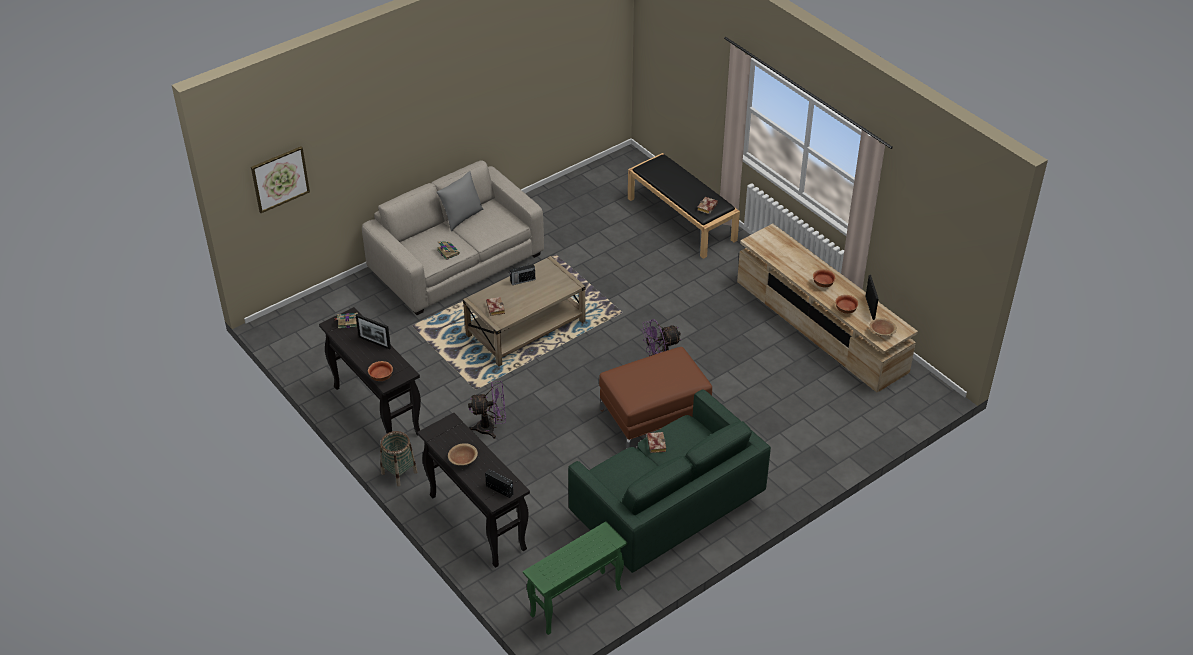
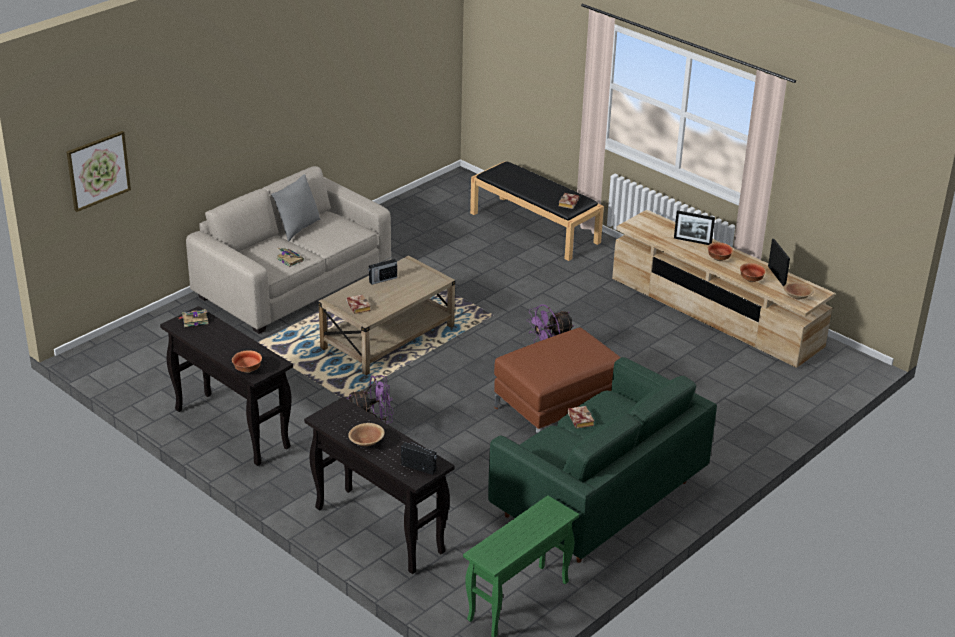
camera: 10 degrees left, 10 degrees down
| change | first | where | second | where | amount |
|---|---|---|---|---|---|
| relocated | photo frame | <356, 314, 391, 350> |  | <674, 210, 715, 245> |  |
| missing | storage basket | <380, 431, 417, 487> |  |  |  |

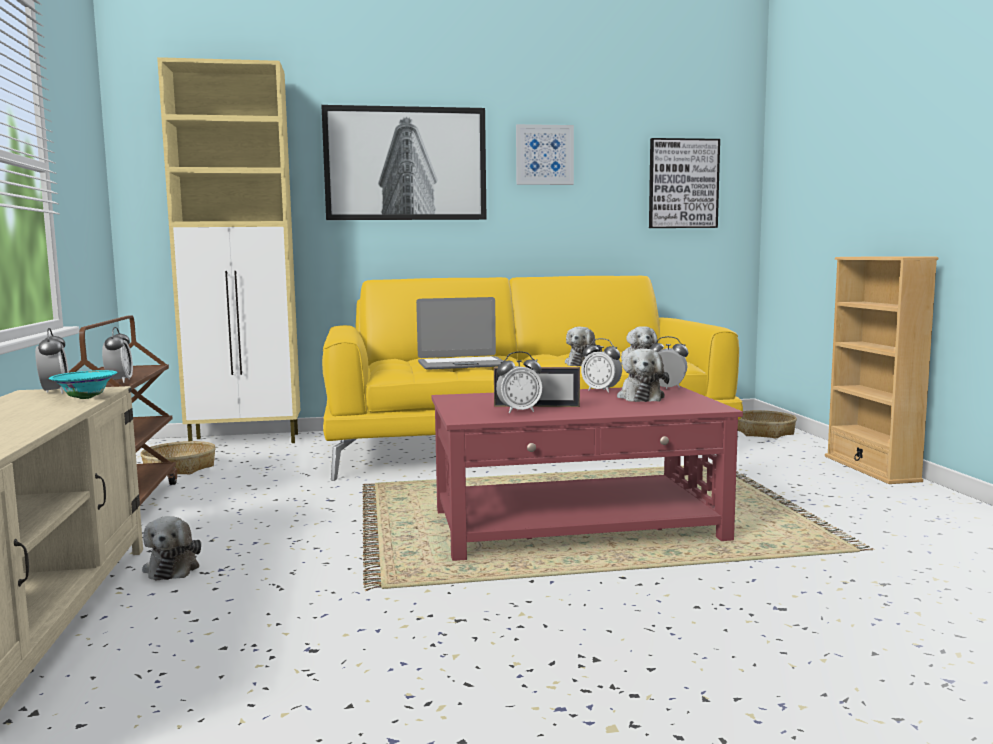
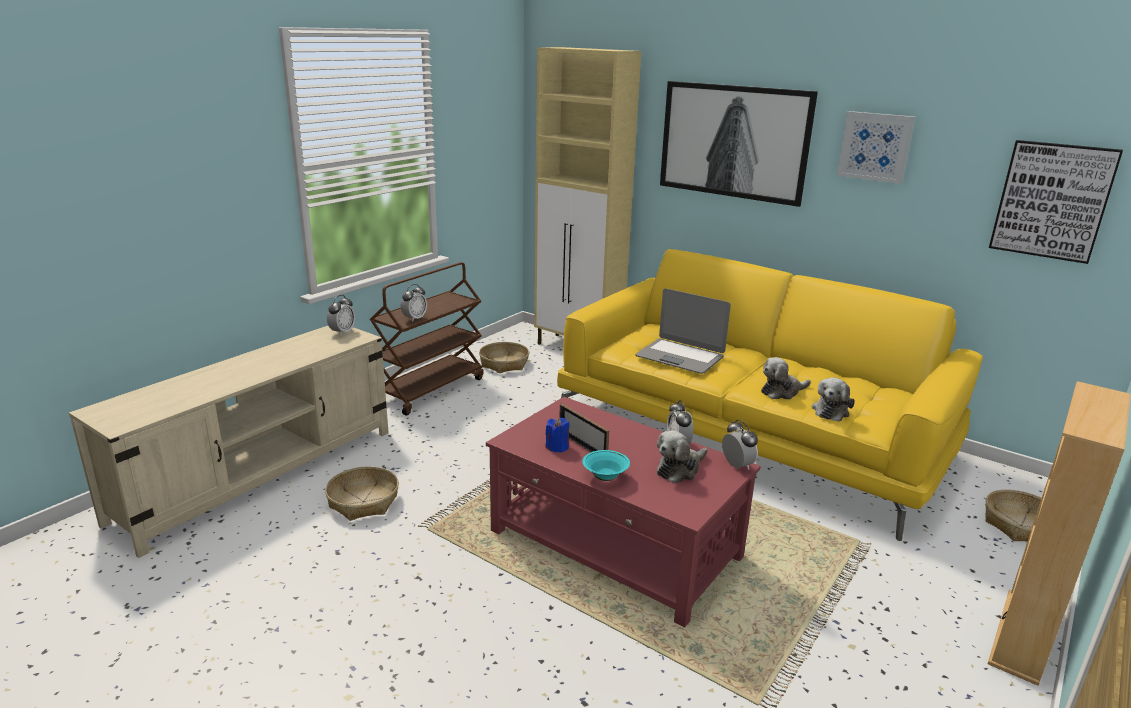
camera: 45 degrees right, 15 degrees up
| change | first | where | second | where | amount |
|---|---|---|---|---|---|
| appeared |  |  | storage basket | <325, 466, 399, 521> |  |
| exchanged | bedside clock | <496, 351, 542, 414> | blue-coloured candle | <545, 417, 569, 453> |  |
| relocated | blue-green deep dish | <49, 370, 117, 399> |  | <582, 450, 630, 481> |  |
| missing | soft toy | <142, 516, 201, 581> |  |  |  |

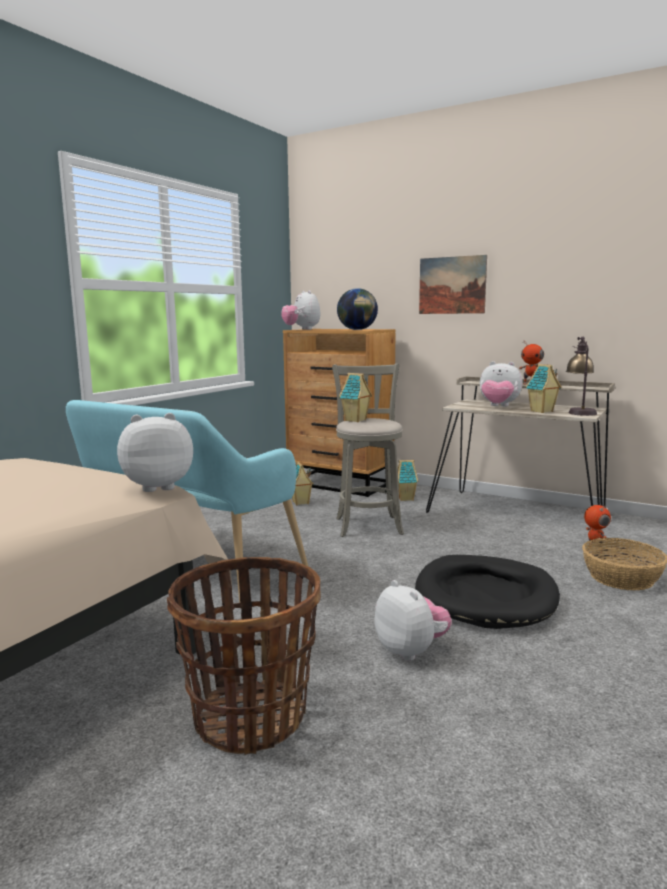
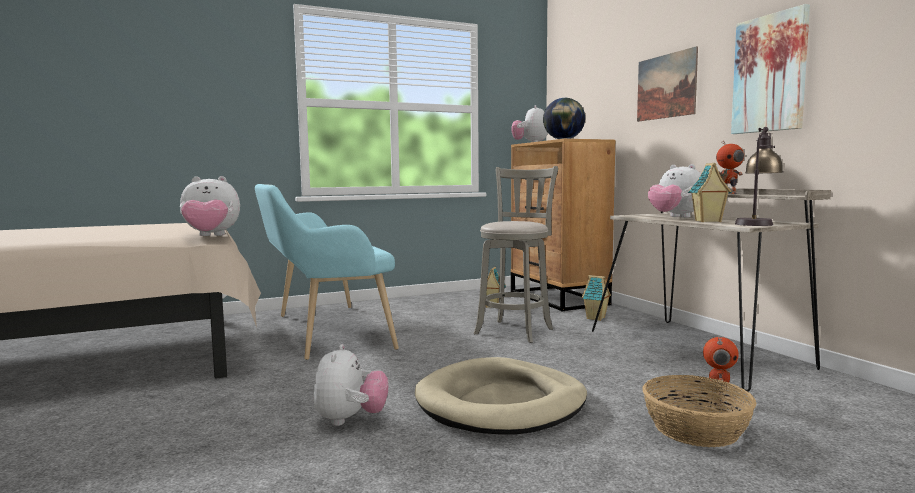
camera: 35 degrees right, 5 degrees down
| change | first | where | second | where | amount |
|---|---|---|---|---|---|
| spun | soft toy | <117, 413, 193, 492> |  | <180, 176, 240, 236> | 150 degrees clockwise |
| colour | black-coloured dog cushion | <415, 555, 560, 629> | beige dog cushion | <415, 357, 587, 435> |  |
| appeared |  |  | wall art | <731, 4, 810, 134> |  |
| missing | storage basket | <167, 557, 321, 755> |  |  |  |
| missing | model house | <339, 373, 372, 422> |  |  |  |

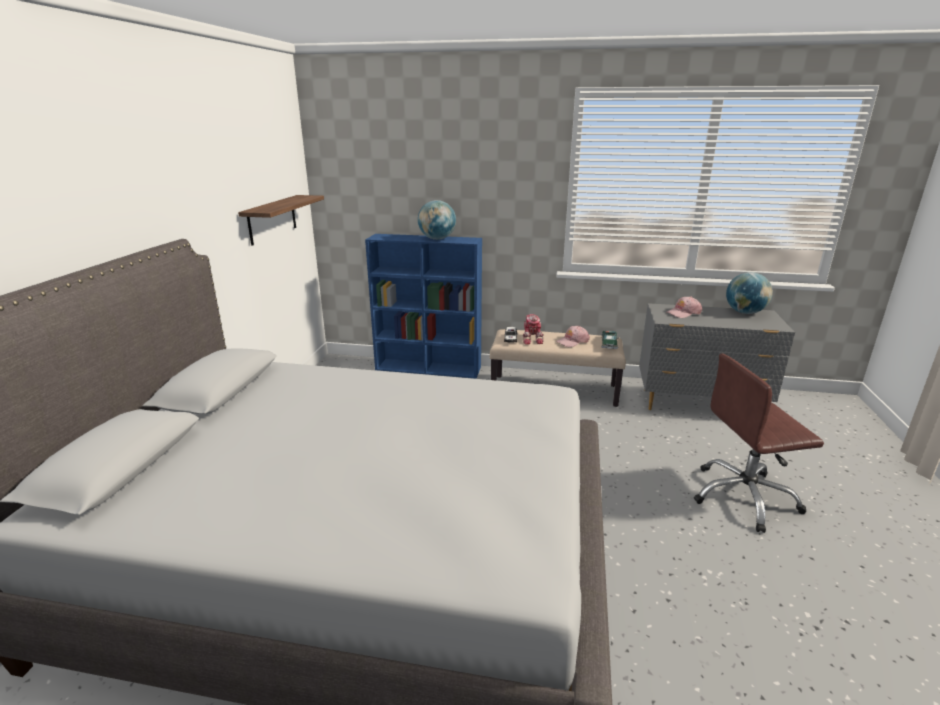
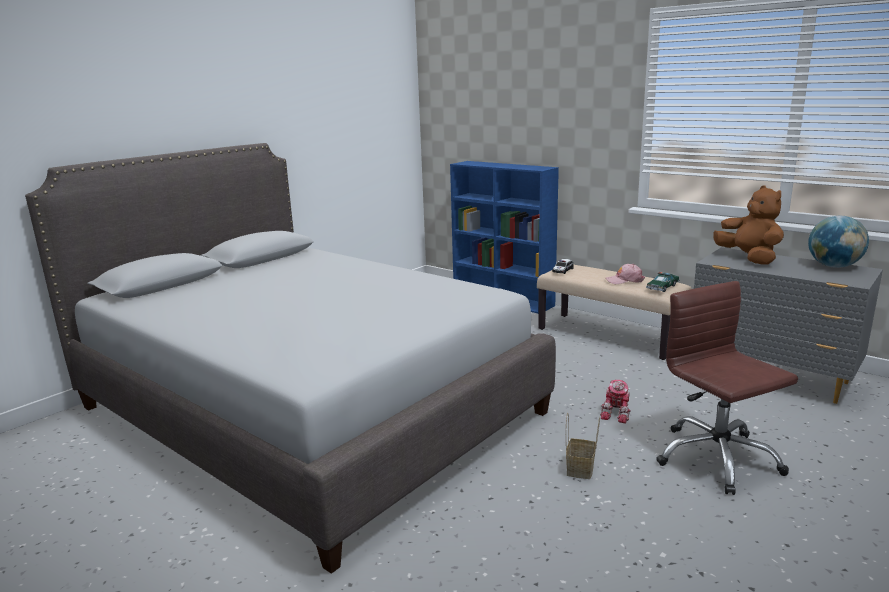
camera: 30 degrees right, 5 degrees down
| change | first | where | second | where | amount |
|---|---|---|---|---|---|
| appeared |  |  | storage basket | <566, 413, 600, 479> |  |
| relocated | robot figure | <523, 314, 544, 345> |  | <600, 380, 630, 423> |  |
| spun | brownish computer chair | <694, 353, 824, 533> |  | <656, 281, 798, 495> | 45 degrees clockwise |
| exchanged | pinkish peaked cap | <666, 296, 702, 318> | brownish soft toy | <713, 185, 784, 265> |  |
| missing | bracket shelf | <238, 195, 324, 246> |  |  |  |
| missing | globe | <418, 200, 456, 240> |  |  |  |

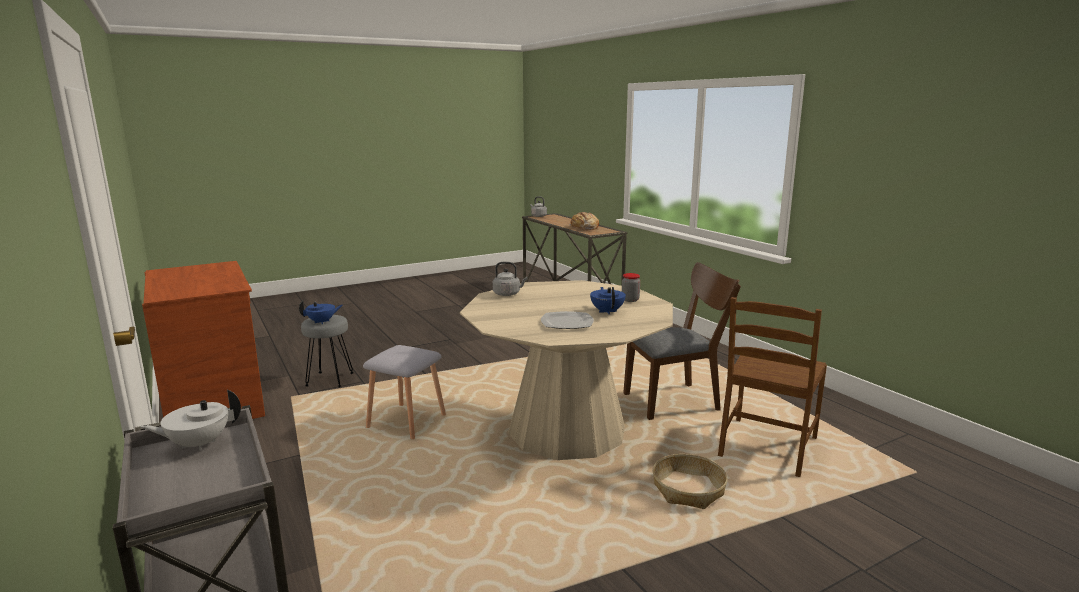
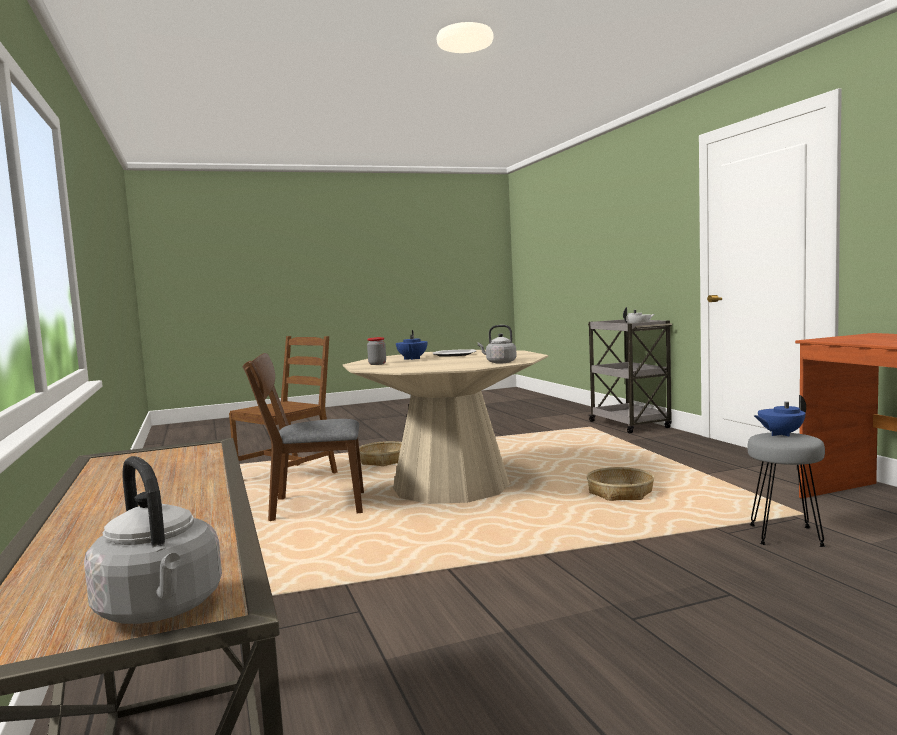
camera: 170 degrees left, 10 degrees down
| change | first | where | second | where | amount |
|---|---|---|---|---|---|
| exchanged | greyish stool seat | <363, 345, 446, 439> | storage basket | <587, 467, 654, 501> |  |
| missing | baked bread | <569, 212, 599, 230> |  |  |  |

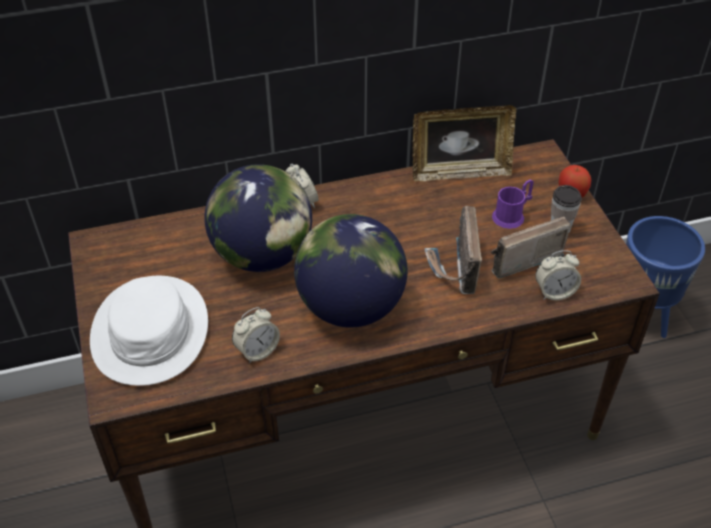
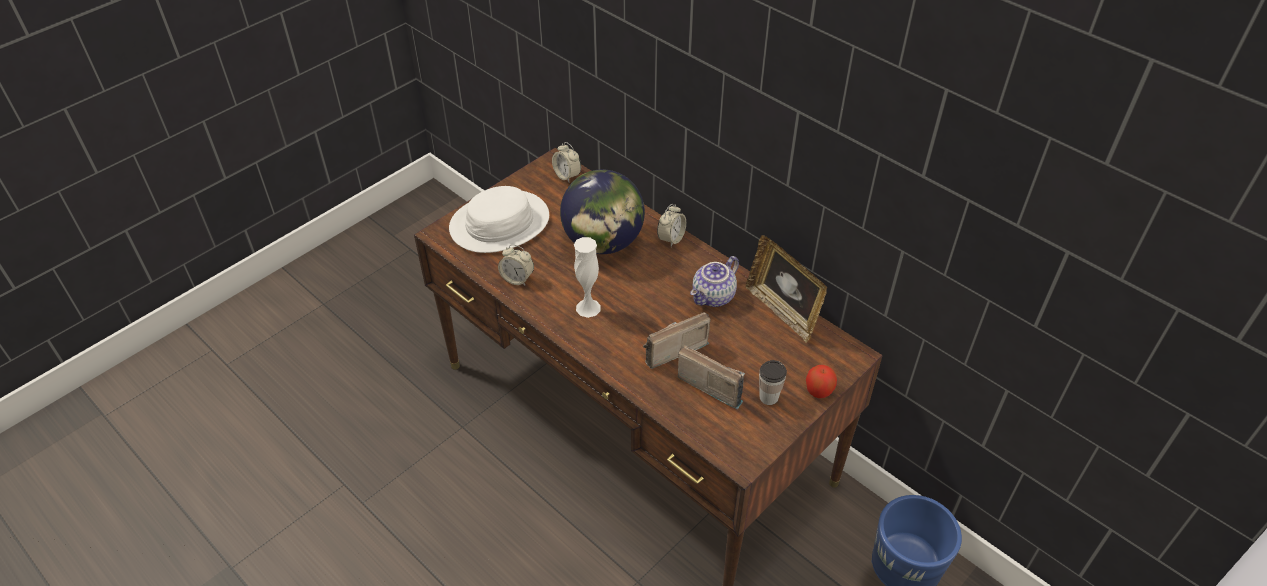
camera: 60 degrees right, 0 degrees up
| change | first | where | second | where | amount |
|---|---|---|---|---|---|
| relocated | bedside clock | <535, 250, 581, 300> |  | <552, 142, 581, 182> |  |
| exchanged | globe | <294, 214, 408, 328> | white-coloured vase | <574, 237, 601, 318> |  |
| appeared |  |  | tea pot | <690, 256, 739, 307> |  |
| missing | purple-coloured mug | <492, 179, 534, 229> |  |  |  |

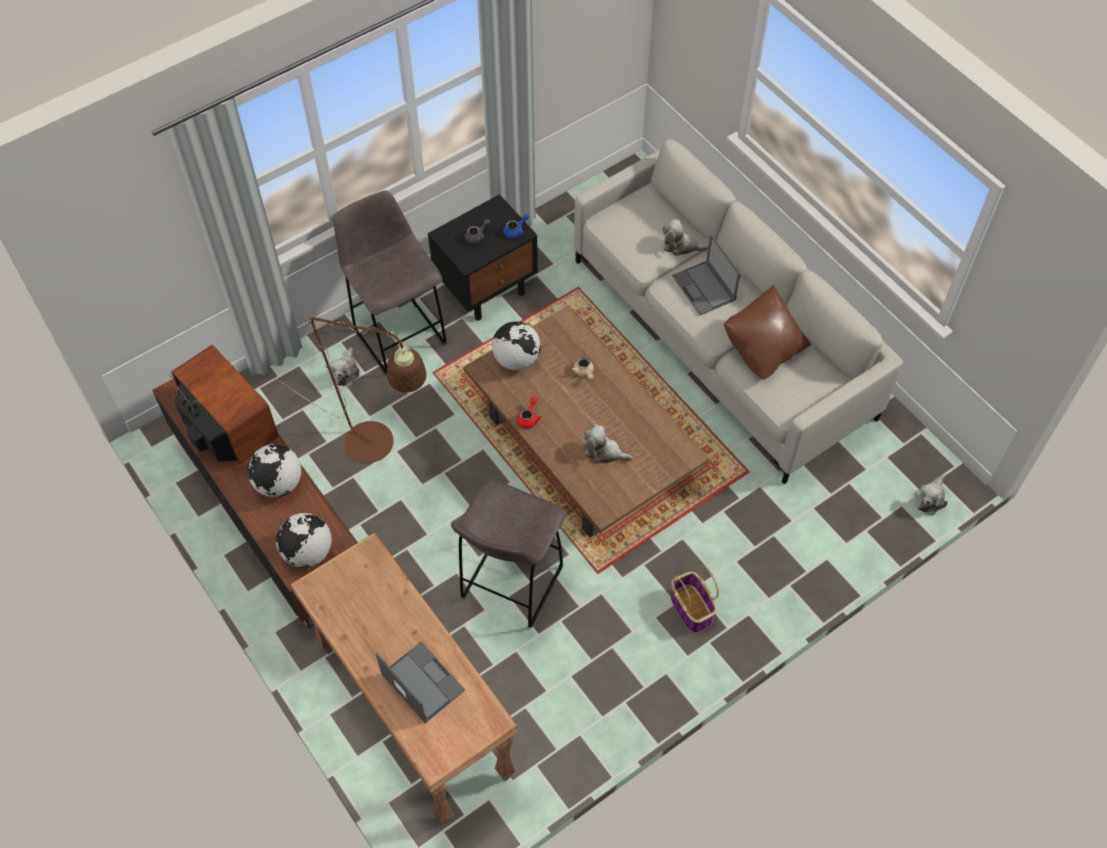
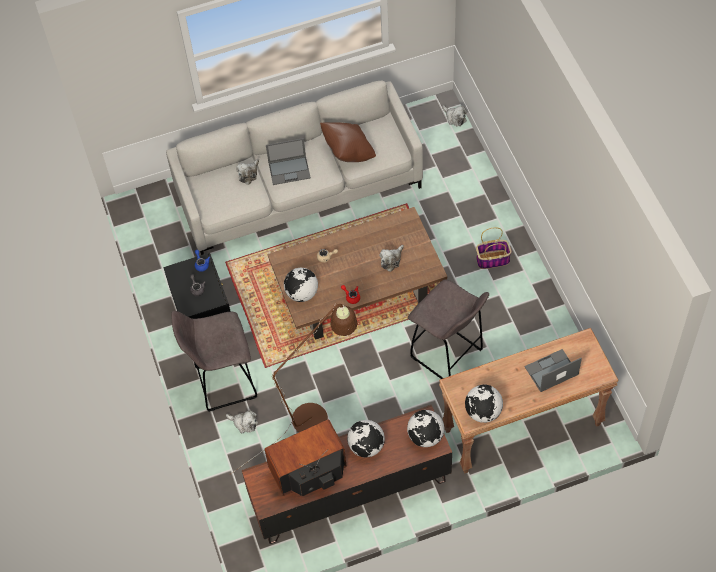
camera: 70 degrees left, 0 degrees up
| change | first | where | second | where | amount |
|---|---|---|---|---|---|
| appeared |  |  | globe | <465, 385, 503, 423> |  |

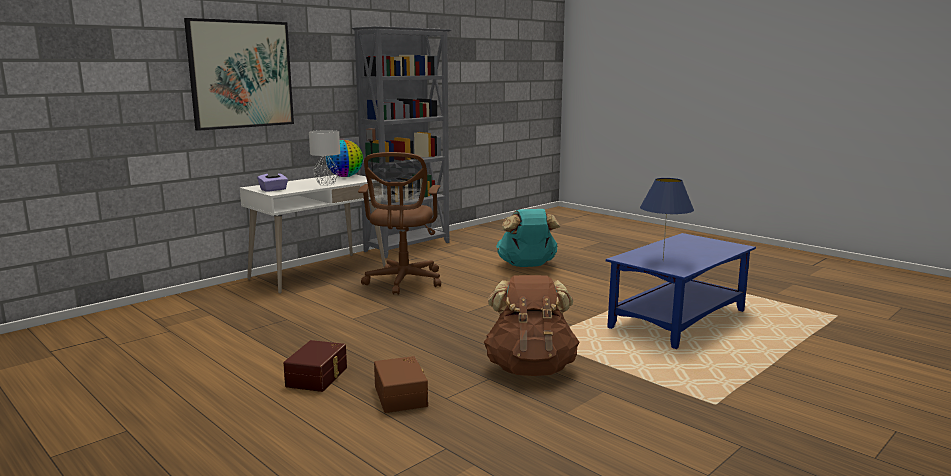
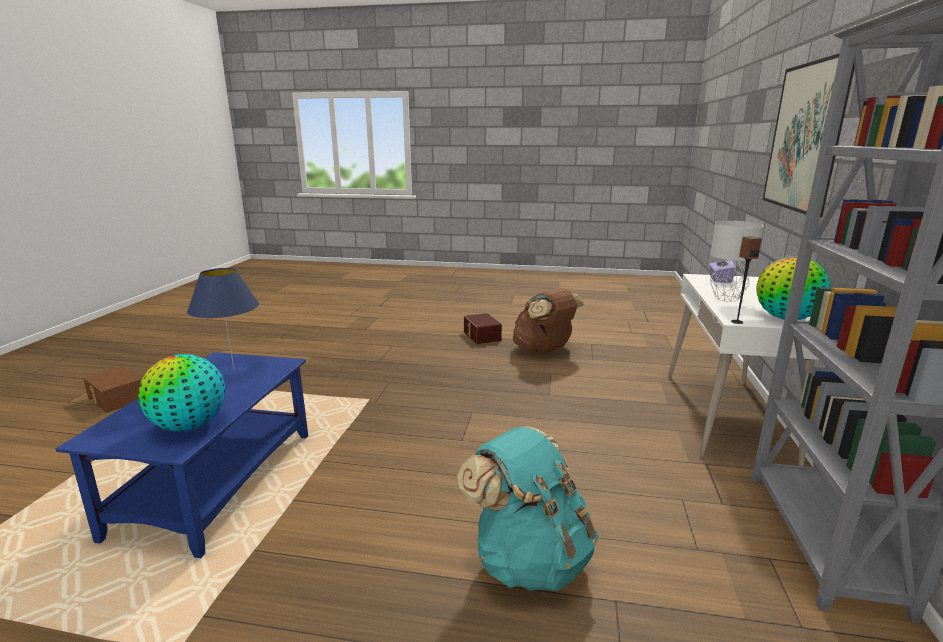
camera: 145 degrees right, 5 degrees up
| change | first | where | second | where | amount |
|---|---|---|---|---|---|
| relocated | brownish storage bin | <374, 356, 428, 413> |  | <83, 367, 141, 412> |  |
| appeared |  |  | globe | <138, 354, 225, 432> |  |
| relocated | brownish knapsack | <484, 275, 579, 376> |  | <513, 288, 584, 354> |  |
| missing | brownish computer chair | <358, 152, 441, 295> |  |  |  |

